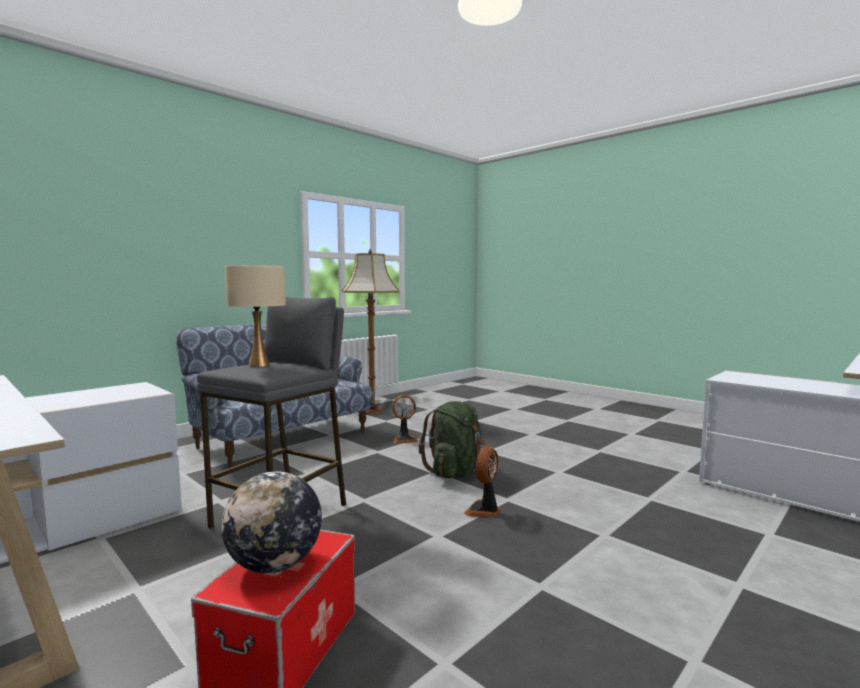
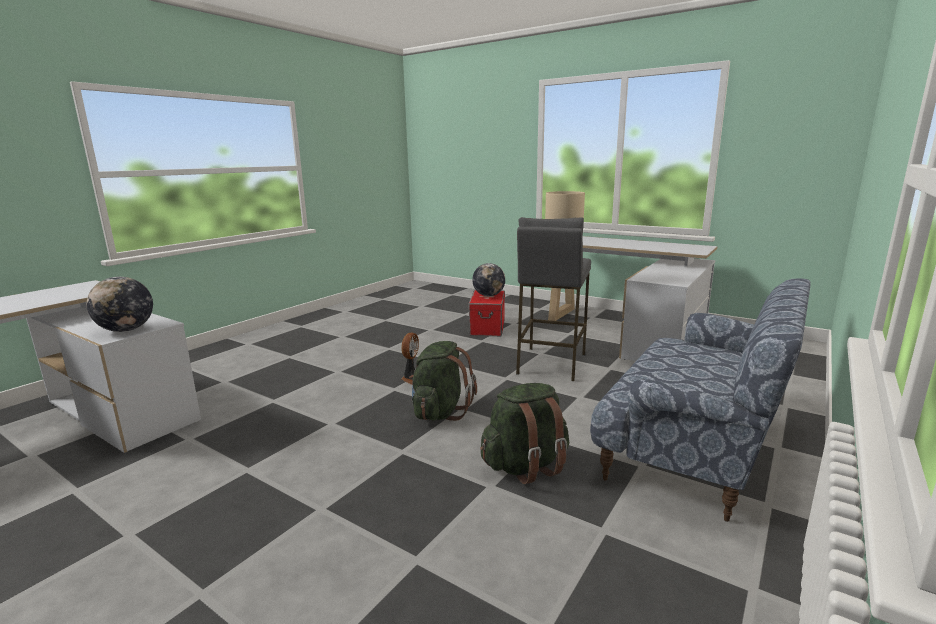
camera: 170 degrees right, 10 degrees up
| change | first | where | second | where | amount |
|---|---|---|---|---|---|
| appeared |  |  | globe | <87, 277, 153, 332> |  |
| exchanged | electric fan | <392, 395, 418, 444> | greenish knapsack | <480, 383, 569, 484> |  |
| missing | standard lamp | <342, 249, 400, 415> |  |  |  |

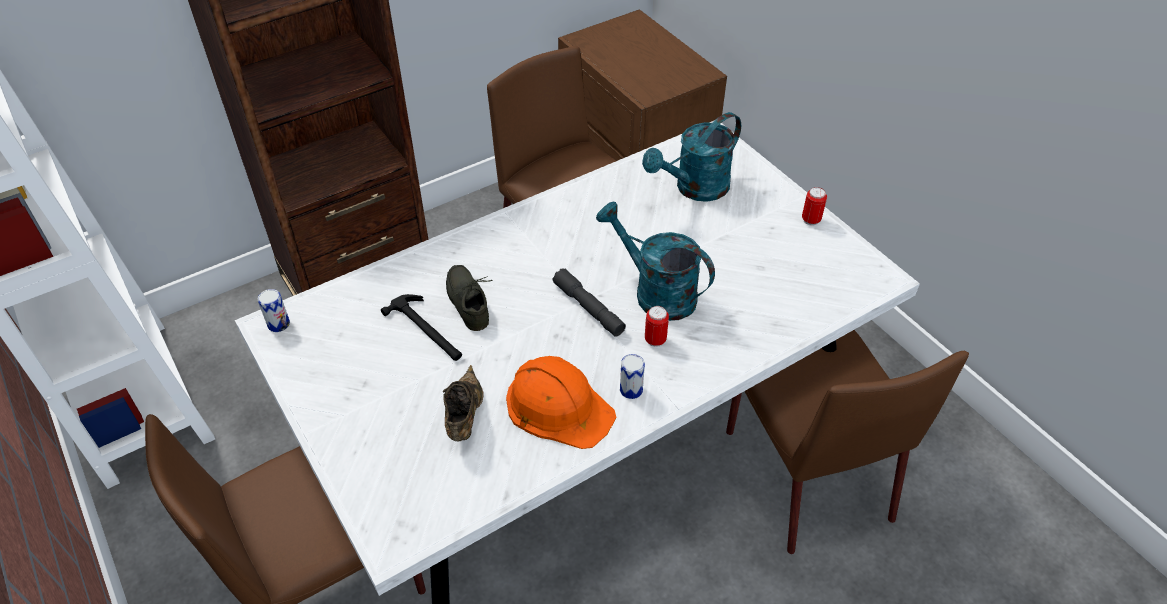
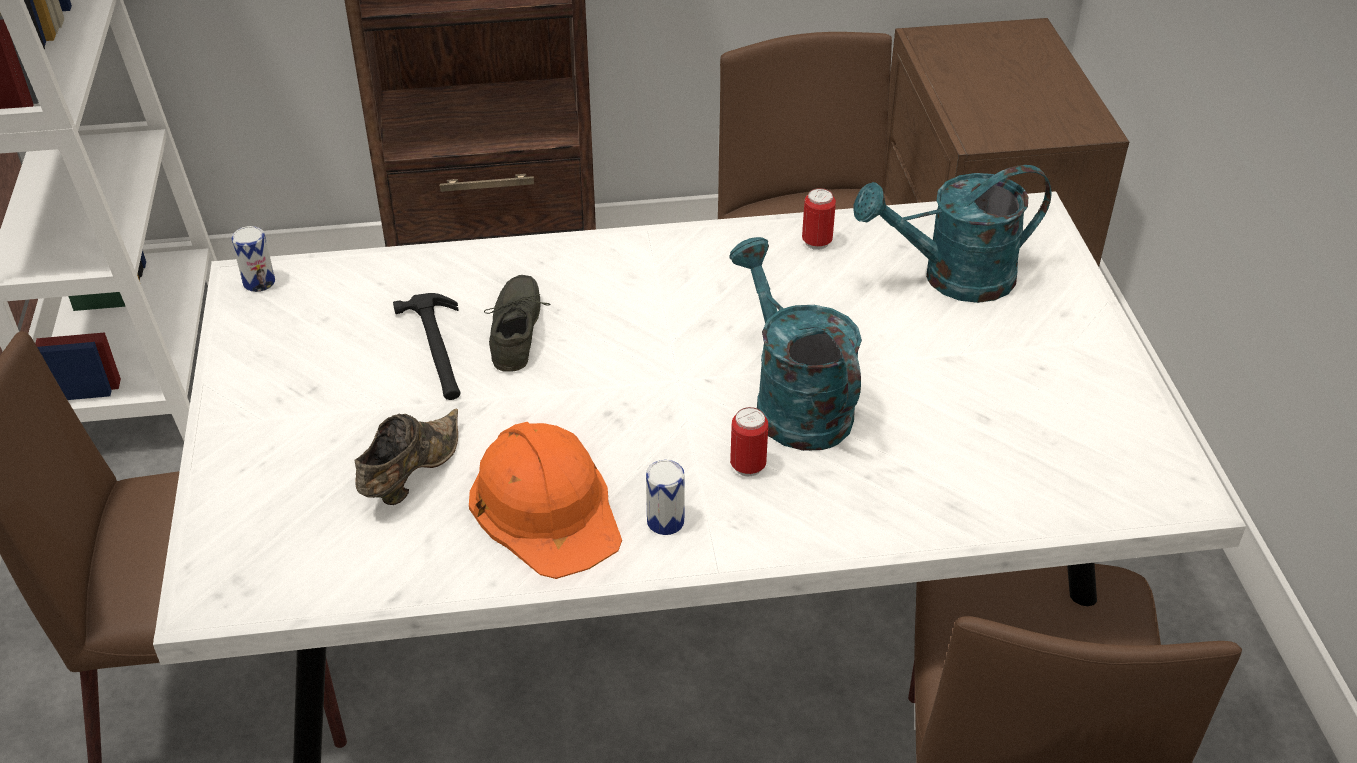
camera: 25 degrees right, 5 degrees down
| change | first | where | second | where | amount |
|---|---|---|---|---|---|
| relocated | sealed can | <802, 187, 827, 226> |  | <802, 188, 836, 250> |  |
| missing | greyish torch | <552, 268, 626, 337> |  |  |  |

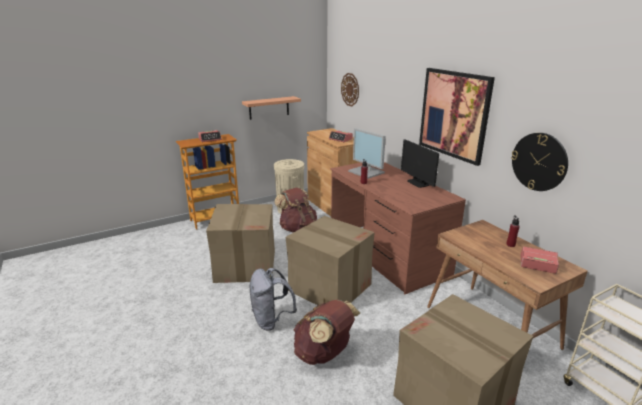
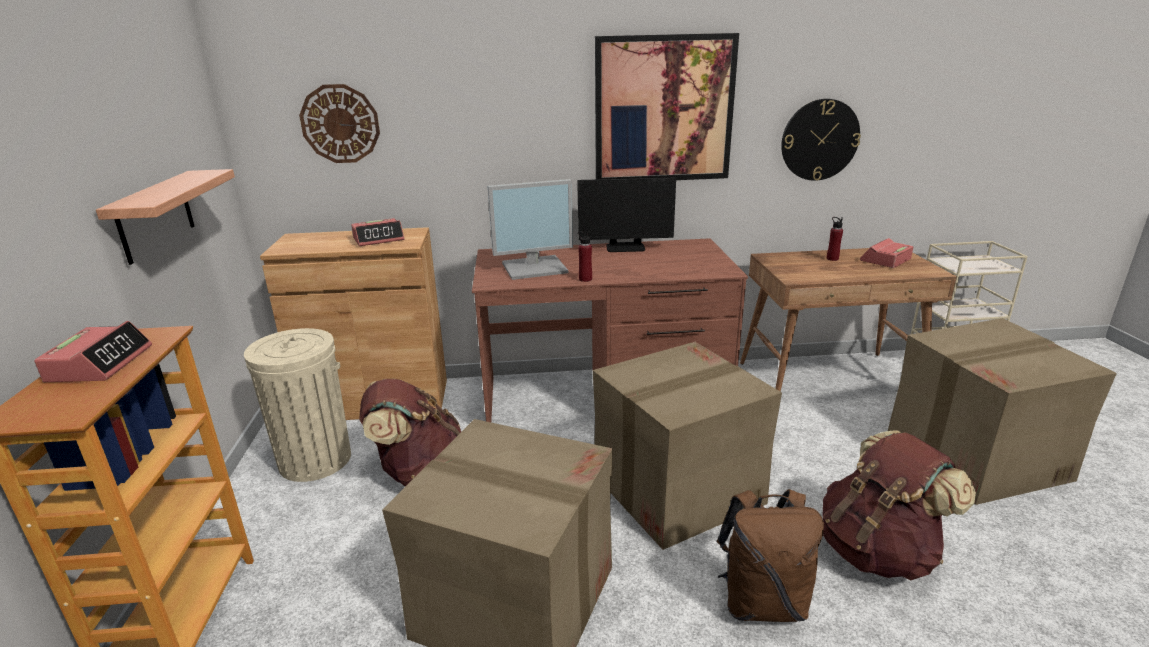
camera: 65 degrees left, 0 degrees up
| change | first | where | second | where | amount |
|---|---|---|---|---|---|
| colour | greyish knapsack | <250, 268, 297, 331> | brownish knapsack | <717, 489, 824, 622> |  |

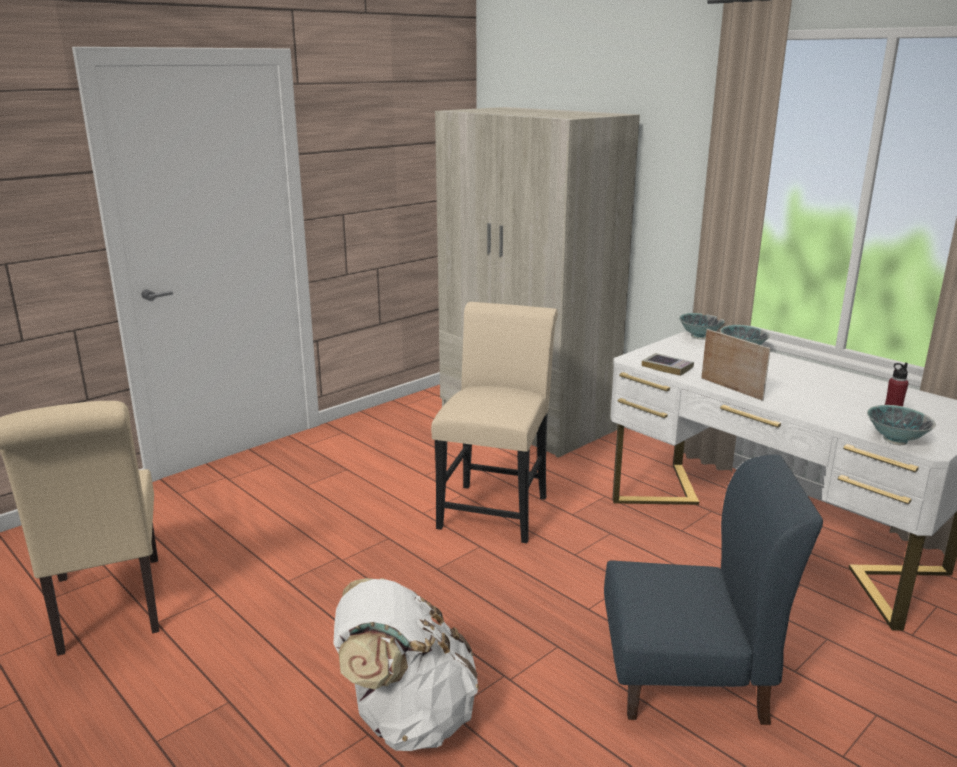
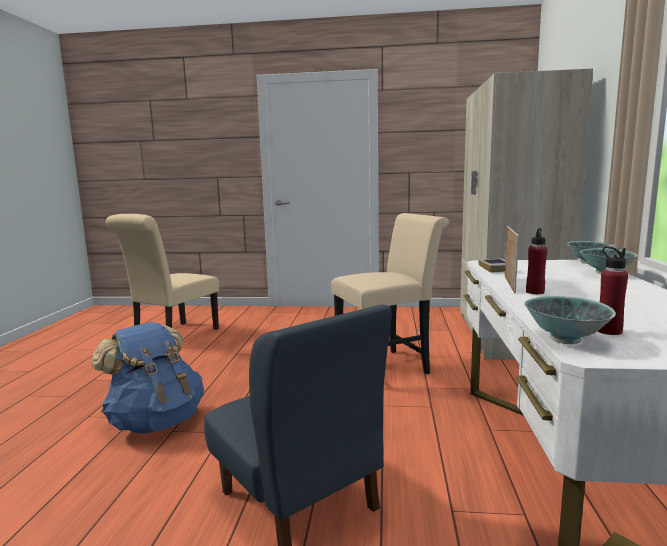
camera: 50 degrees right, 10 degrees down
| change | first | where | second | where | amount |
|---|---|---|---|---|---|
| colour | white-coloured knapsack | <333, 578, 479, 751> | blue-coloured knapsack | <91, 322, 204, 434> |  |
| appeared |  |  | red bottle | <526, 228, 547, 294> |  |

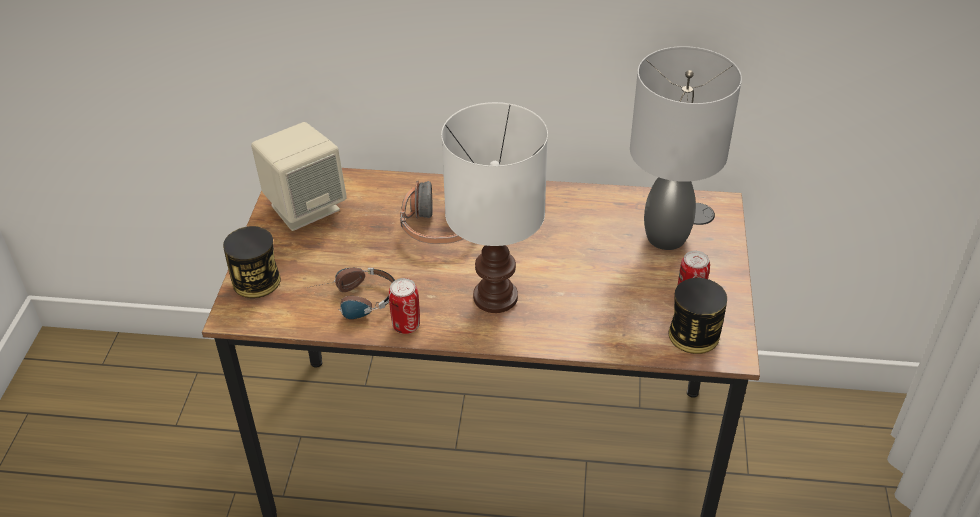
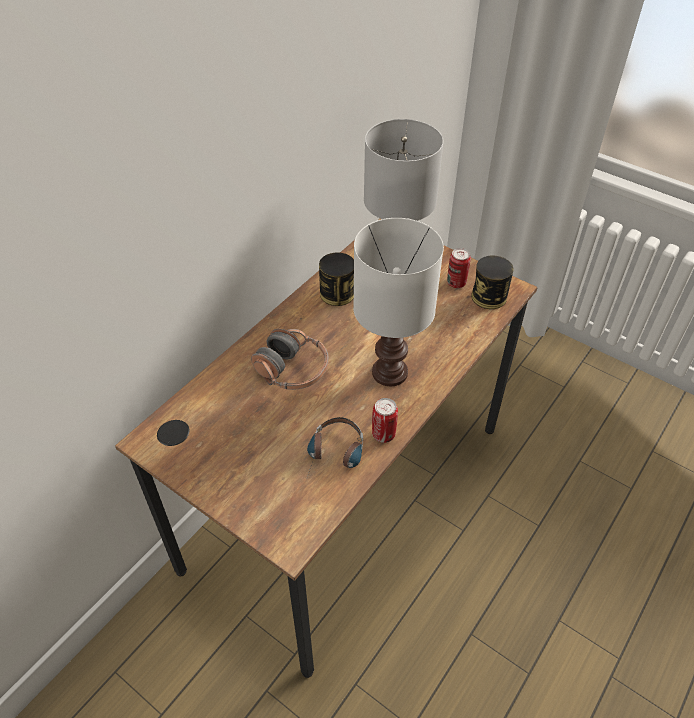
camera: 60 degrees left, 5 degrees up
| change | first | where | second | where | amount |
|---|---|---|---|---|---|
| relocated | sealed can | <223, 226, 281, 298> |  | <319, 252, 354, 306> |  |
| missing | beige loudspeaker | <251, 122, 347, 231> |  |  |  |

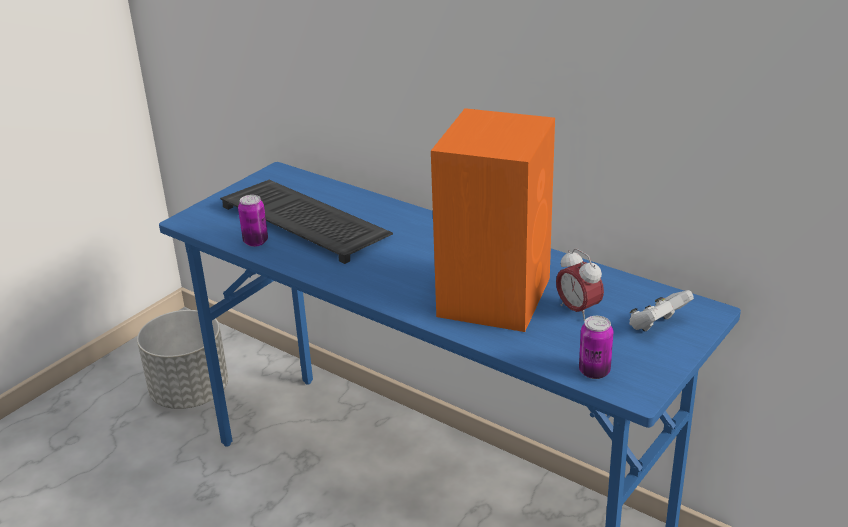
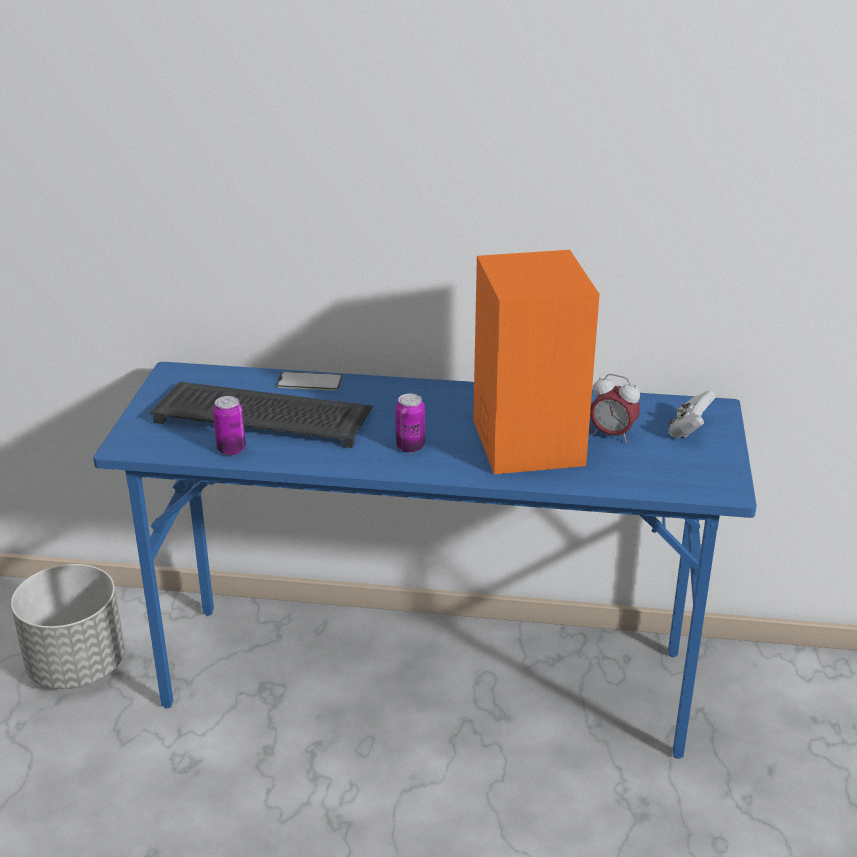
camera: 30 degrees left, 0 degrees up
| change | first | where | second | where | amount |
|---|---|---|---|---|---|
| appeared |  |  | phone | <276, 371, 343, 391> |  |
| relocated | sealed can | <579, 316, 613, 379> |  | <395, 394, 425, 453> |  |

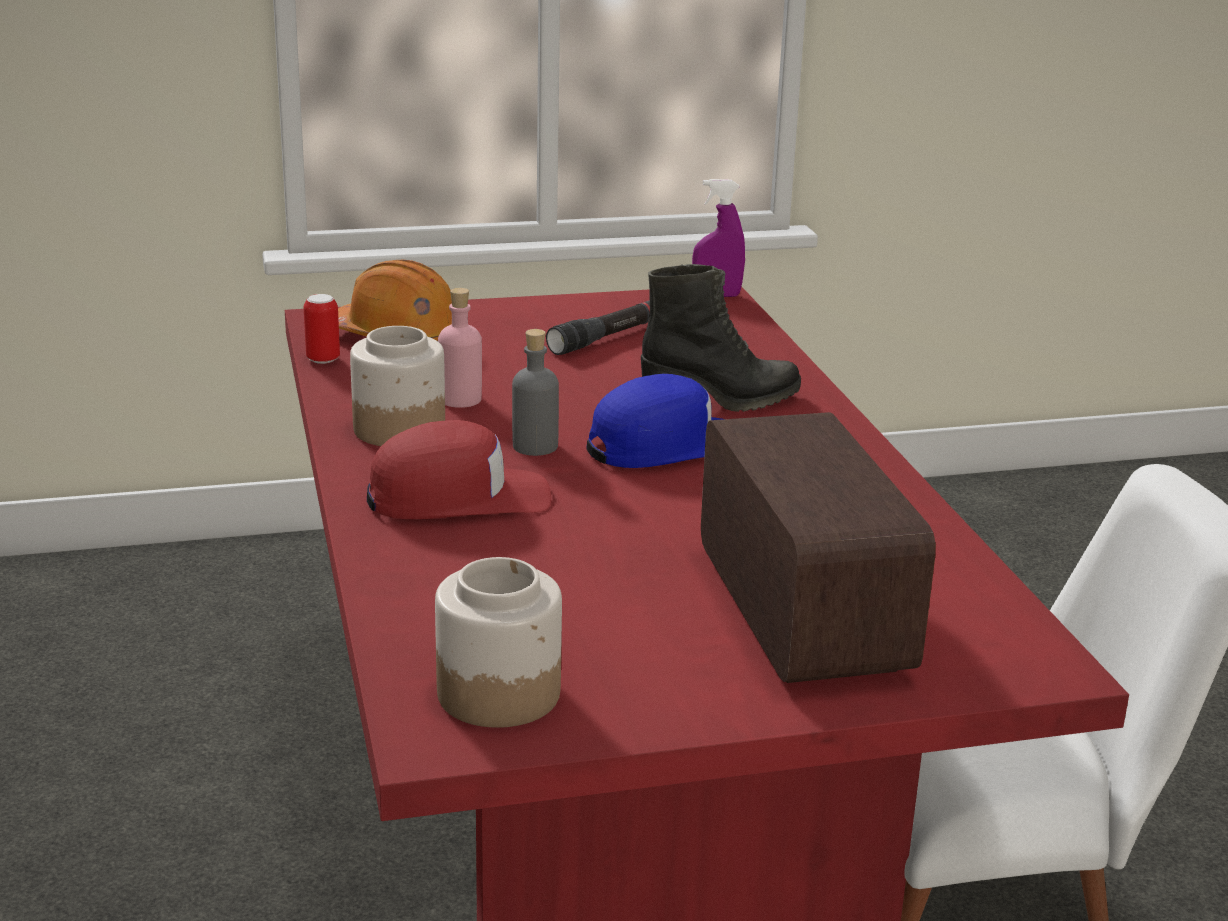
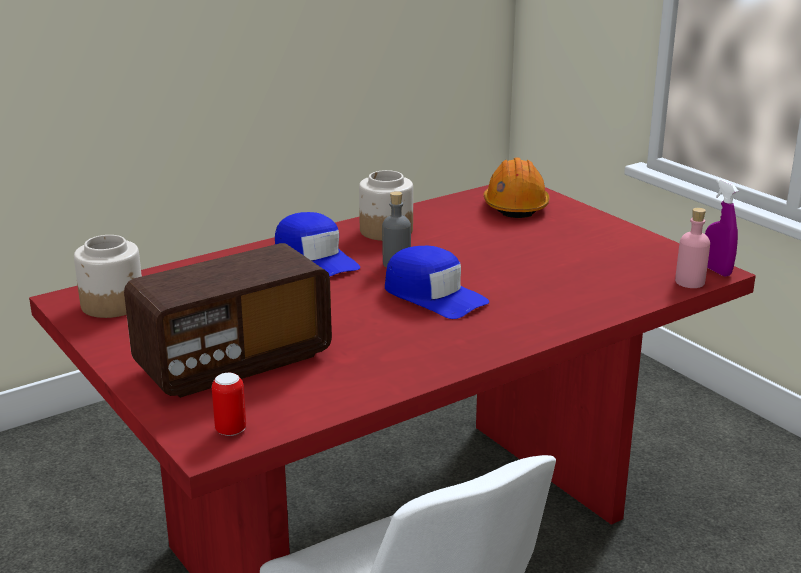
camera: 70 degrees right, 0 degrees up
| change | first | where | second | where | amount |
|---|---|---|---|---|---|
| relocated | sealed can | <304, 294, 340, 364> |  | <212, 373, 246, 436> |  |
| colour | red peaked cap | <367, 420, 551, 519> | blue-coloured peaked cap | <275, 212, 360, 276> |  |
| relocated | pinkish bottle | <438, 288, 482, 408> |  | <675, 208, 710, 288> |  |
| missing | black-coloured torch | <546, 300, 650, 355> |  |  |  |
| missing | black-coloured tall boot | <641, 264, 801, 412> |  |  |  |

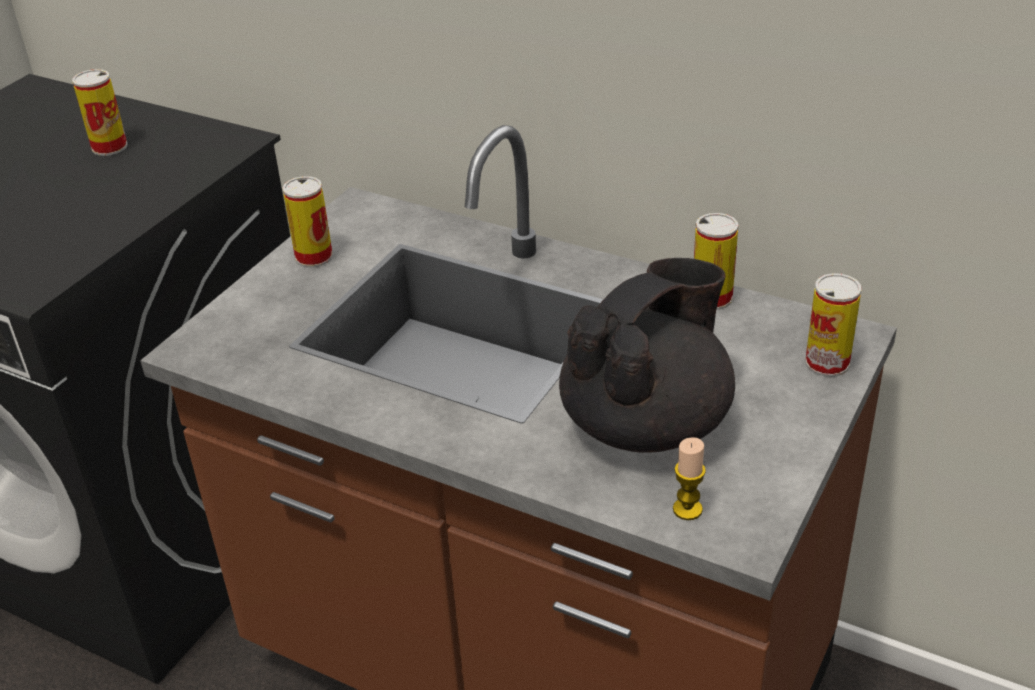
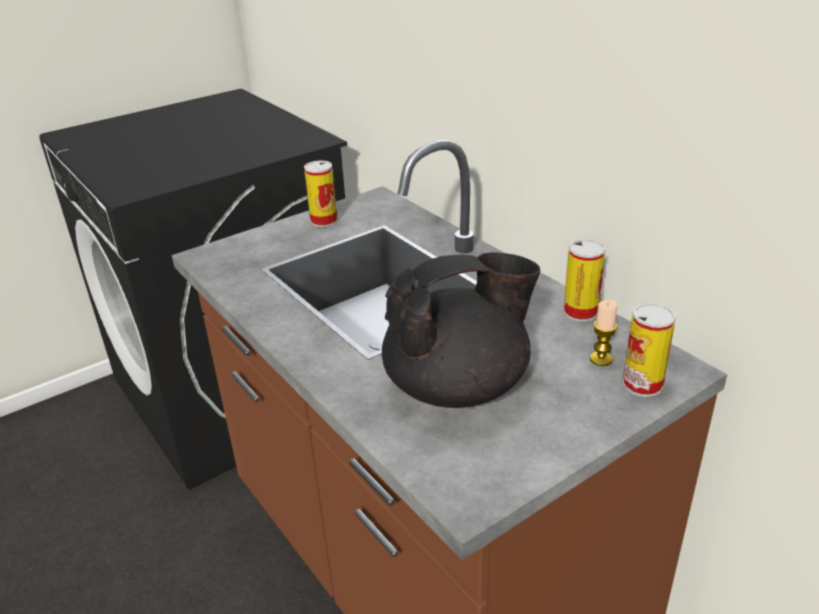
camera: 25 degrees right, 5 degrees down
| change | first | where | second | where | amount |
|---|---|---|---|---|---|
| relocated | candle | <673, 437, 706, 520> |  | <590, 300, 618, 366> |  |
| missing | sealed can | <72, 69, 127, 156> |  |  |  |

